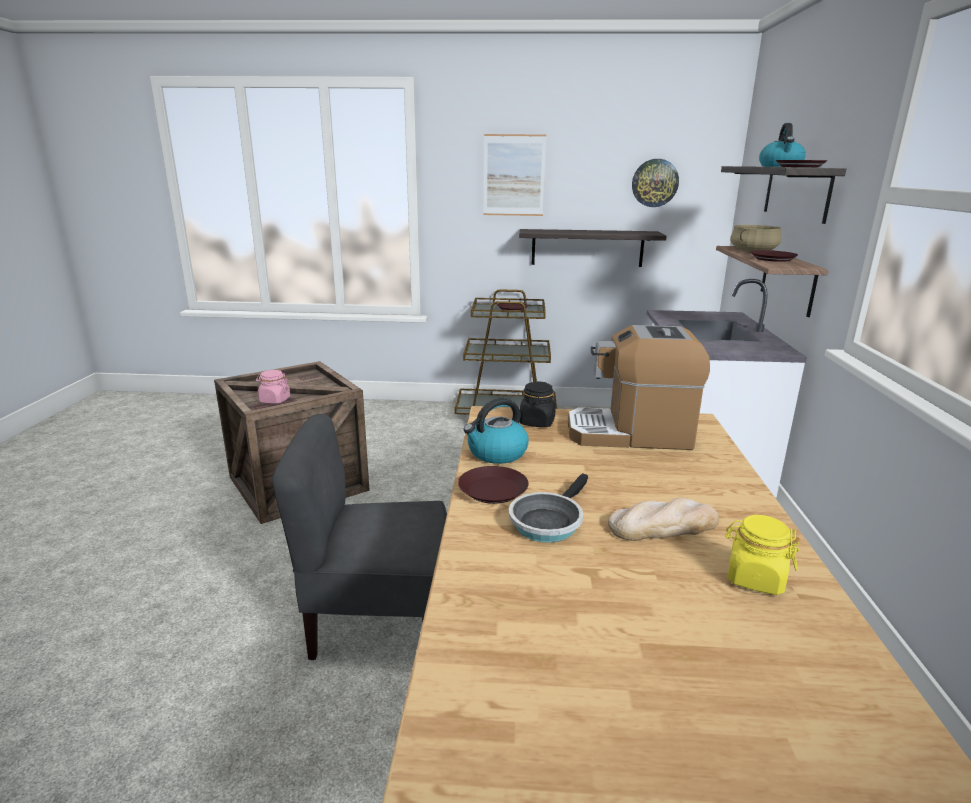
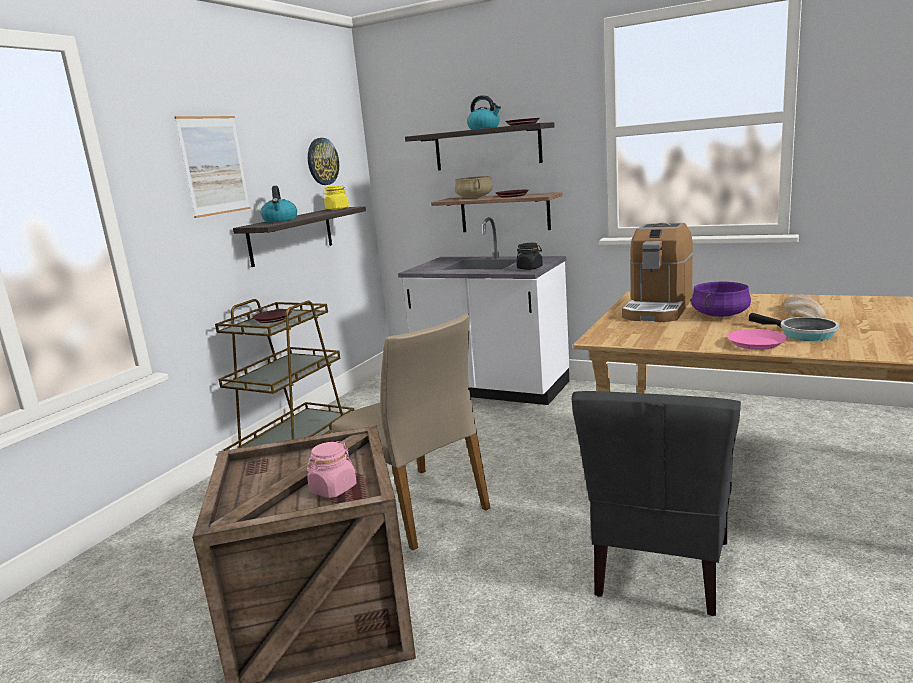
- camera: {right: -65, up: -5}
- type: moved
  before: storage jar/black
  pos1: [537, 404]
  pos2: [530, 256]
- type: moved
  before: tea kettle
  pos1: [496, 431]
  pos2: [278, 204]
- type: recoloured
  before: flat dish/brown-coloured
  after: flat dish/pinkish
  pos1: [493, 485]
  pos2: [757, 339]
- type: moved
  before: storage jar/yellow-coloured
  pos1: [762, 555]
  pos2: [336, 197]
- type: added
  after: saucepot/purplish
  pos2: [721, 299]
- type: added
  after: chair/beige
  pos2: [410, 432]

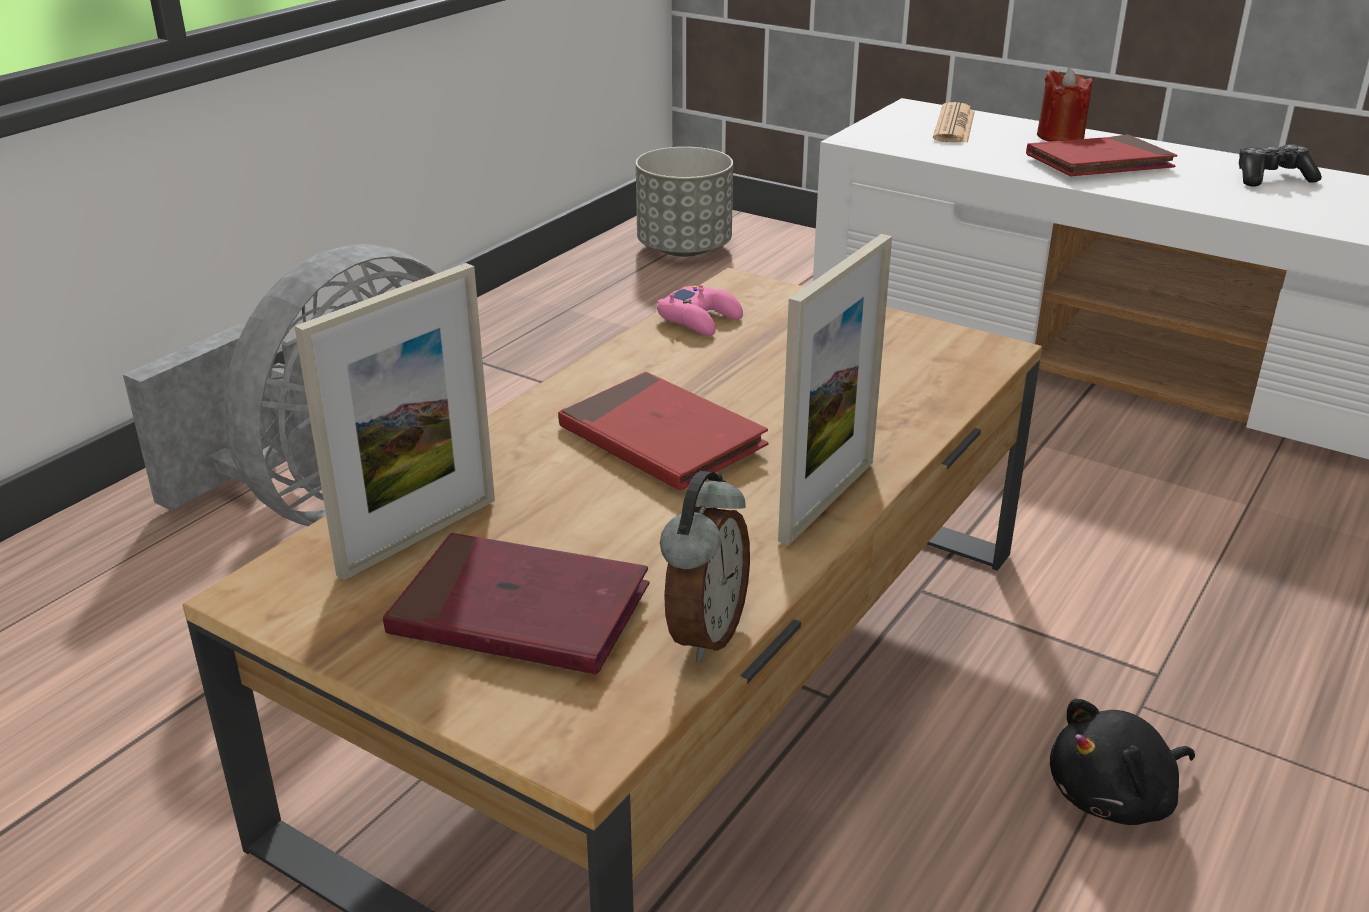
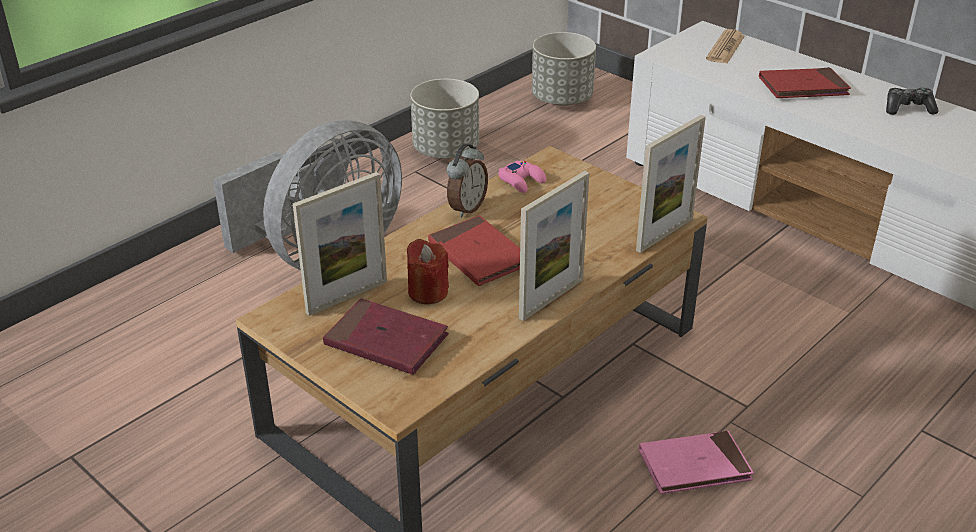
- camera: {right: 10, up: 5}
- type: moved
  before: candle/red-coloured
  pos1: [1064, 105]
  pos2: [428, 271]
- type: moved
  before: table clock
  pos1: [705, 566]
  pos2: [467, 180]
- type: replaced
  before: soft toy/black
  after: bound book/pinkish
  pos1: [1122, 762]
  pos2: [696, 462]
- type: added
  after: flower pot/greyish
  pos2: [444, 118]
- type: added
  after: photo frame
  pos2: [671, 184]

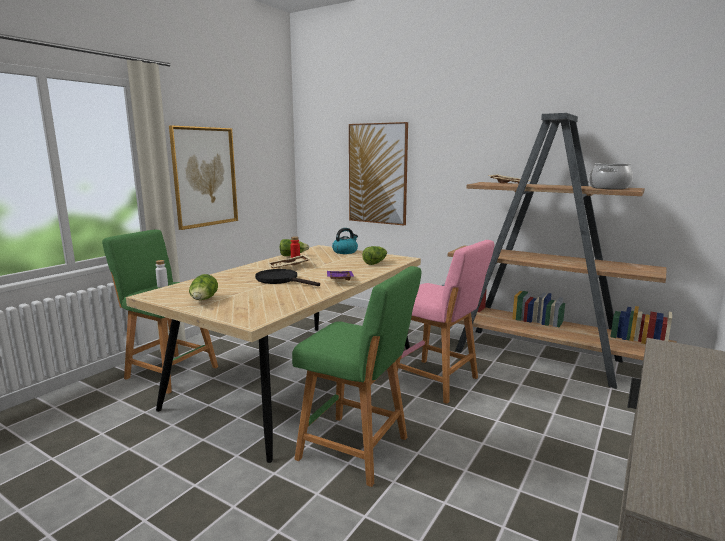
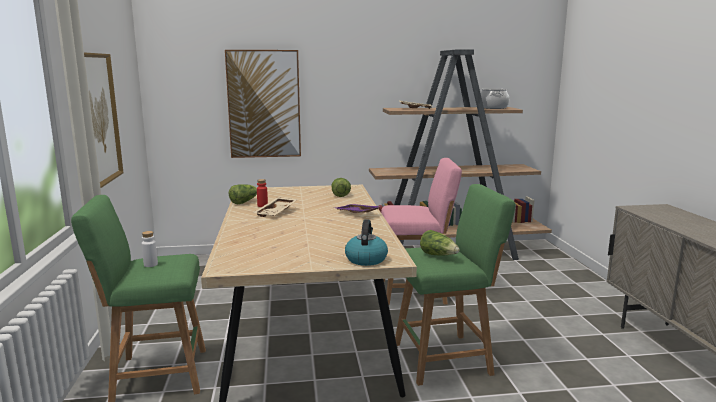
- camera: {right: -40, up: 0}
- type: moved
  before: tea kettle
  pos1: [345, 241]
  pos2: [366, 242]
- type: removed
  before: frying pan/black
  pos1: [287, 277]
- type: moved
  before: head of lettuce
  pos1: [203, 287]
  pos2: [440, 243]

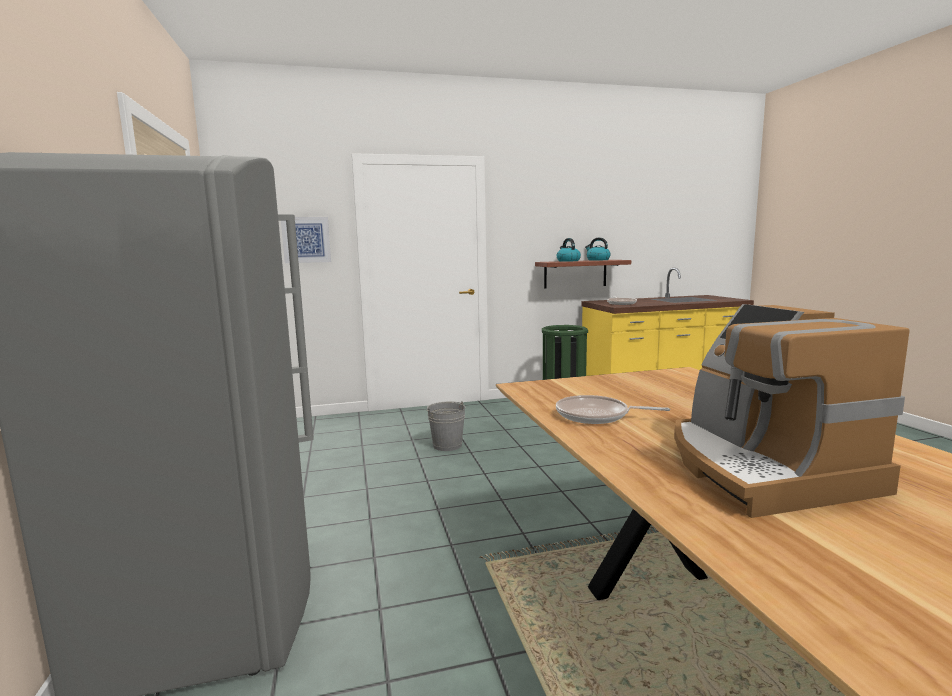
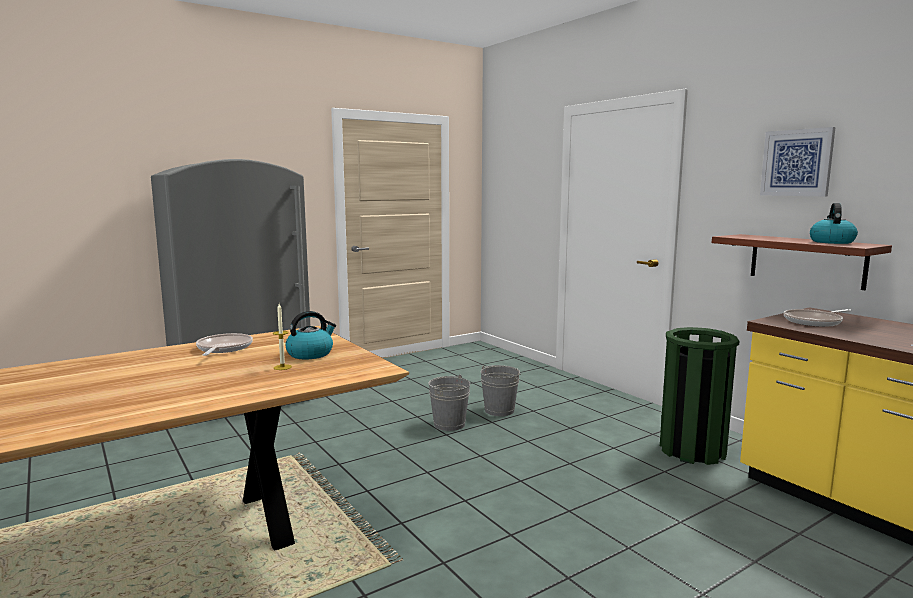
- camera: {right: 70, up: 0}
- type: moved
  before: wall picture
  pos1: [306, 240]
  pos2: [798, 161]
- type: moved
  before: tea kettle
  pos1: [569, 250]
  pos2: [310, 335]
- type: removed
  before: coffee brewer
  pos1: [792, 411]
- type: added
  after: candle
  pos2: [282, 337]
- type: added
  after: bucket/greyish
  pos2: [449, 403]

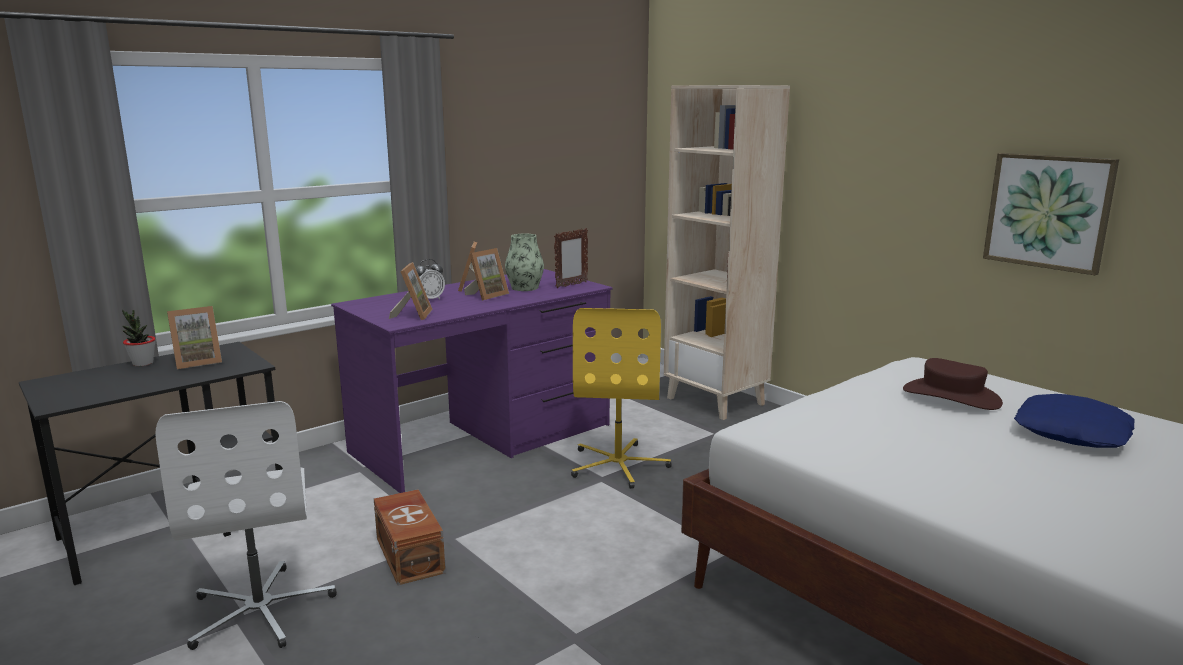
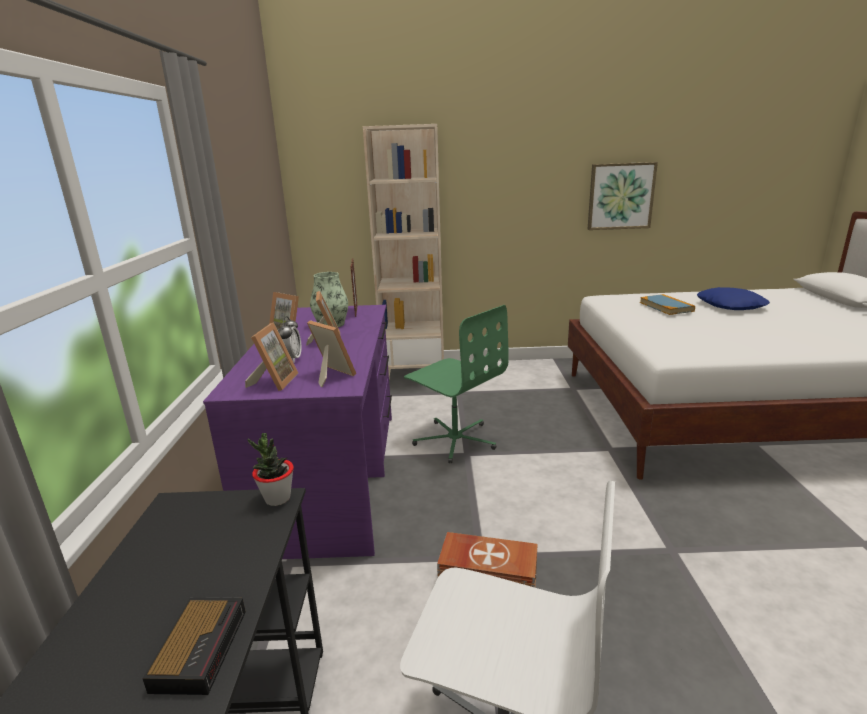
- camera: {right: -50, up: 5}
- type: moved
  before: photo frame
  pos1: [194, 337]
  pos2: [271, 356]
- type: recoloured
  before: desk chair/yellow-coloured
  after: desk chair/green-coloured
  pos1: [621, 398]
  pos2: [456, 384]
- type: moved
  before: houseplant
  pos1: [139, 338]
  pos2: [270, 469]
- type: replaced
  before: wearable hat/brown-coloured
  after: bound book
  pos1: [953, 384]
  pos2: [667, 304]
- type: added
  after: table clock
  pos2: [194, 646]

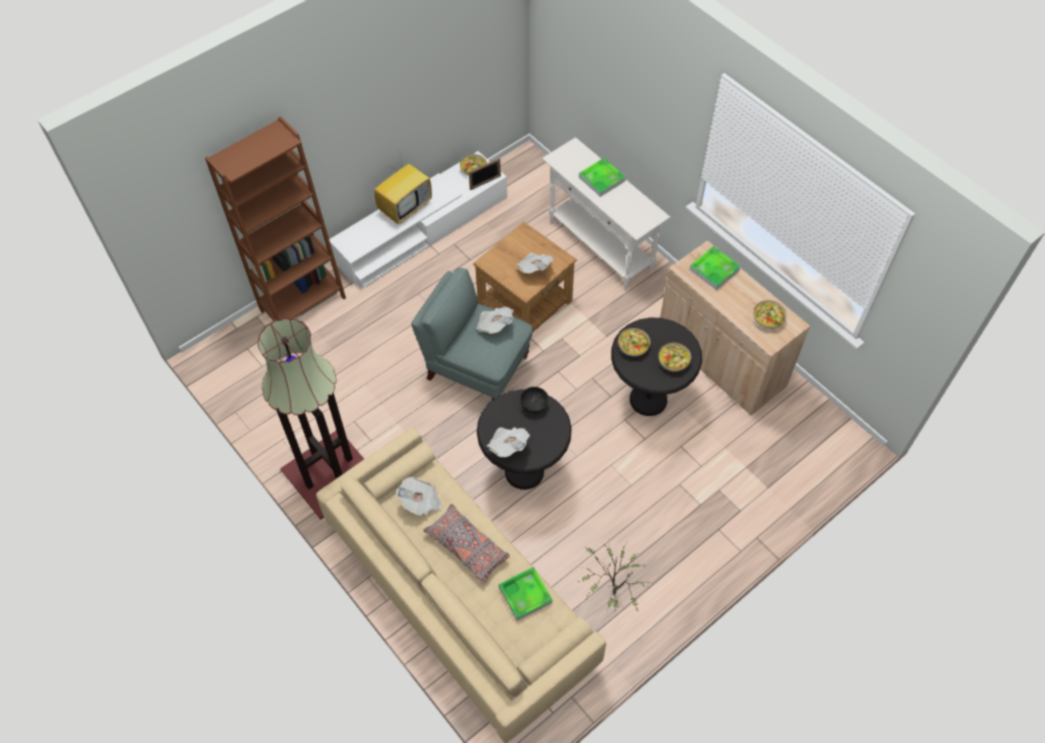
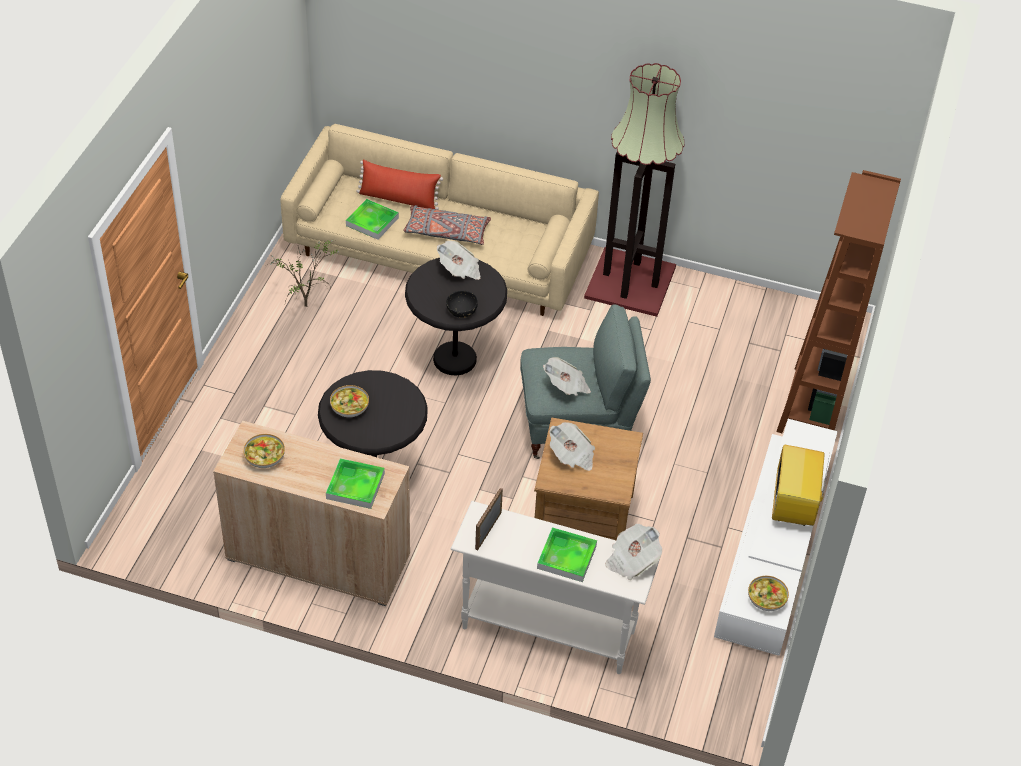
- camera: {right: 145, up: -10}
- type: moved
  before: photo frame
  pos1: [485, 174]
  pos2: [489, 519]
- type: removed
  before: deep dish
  pos1: [634, 342]
- type: moved
  before: printed paper
  pos1: [419, 496]
  pos2: [633, 552]
- type: added
  after: pillow/red-coloured
  pos2: [399, 184]

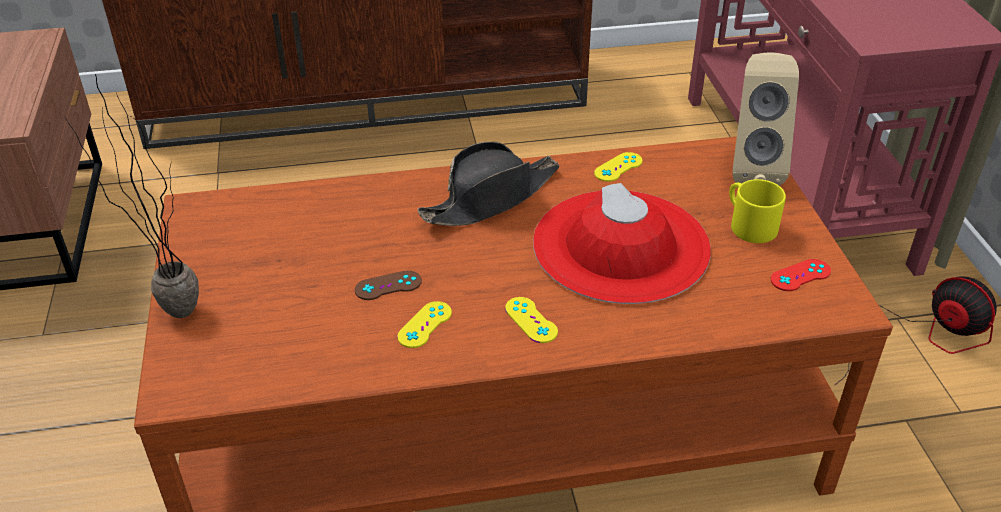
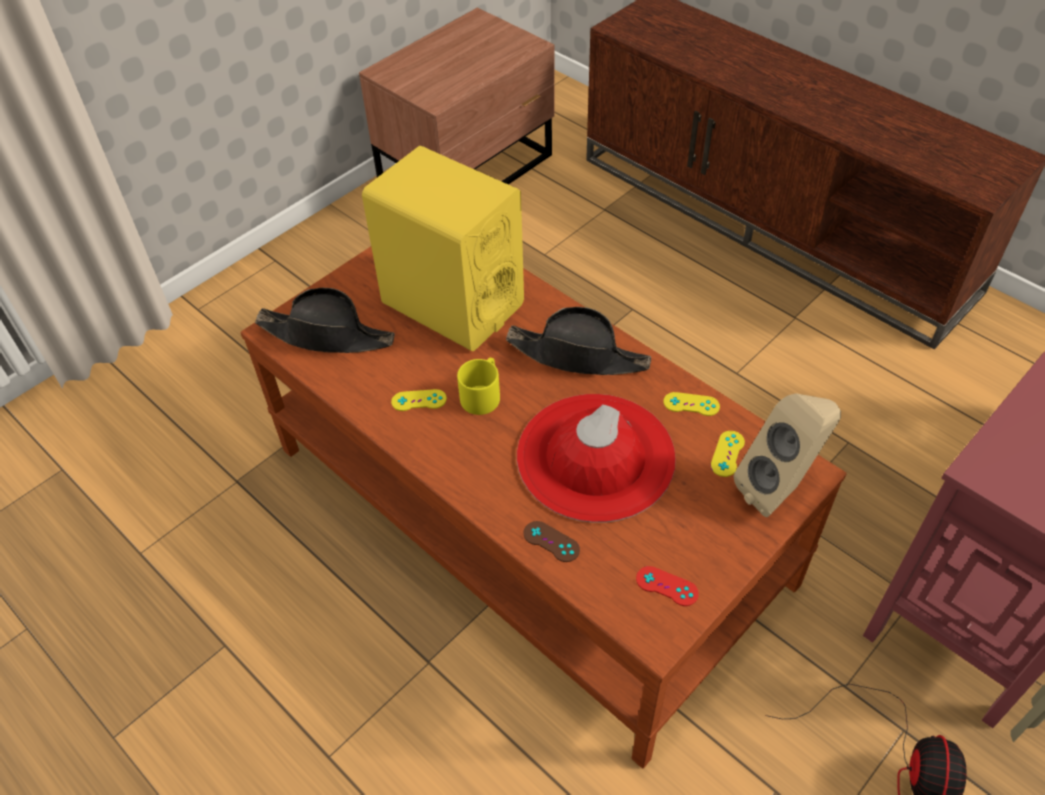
- camera: {right: 55, up: 10}
- type: removed
  before: houseplant
  pos1: [131, 196]
- type: moved
  before: tea mug/yellow-coloured
  pos1: [757, 211]
  pos2: [478, 386]
- type: moved
  before: gamepad/brown-coloured
  pos1: [388, 285]
  pos2: [552, 541]
- type: moved
  before: gamepad/yellow-coloured
  pos1: [531, 320]
  pos2: [728, 454]
- type: added
  after: loudspeaker/yellow-coloured
  pos2: [443, 248]
- type: added
  after: wearable hat/black
  pos2: [325, 320]

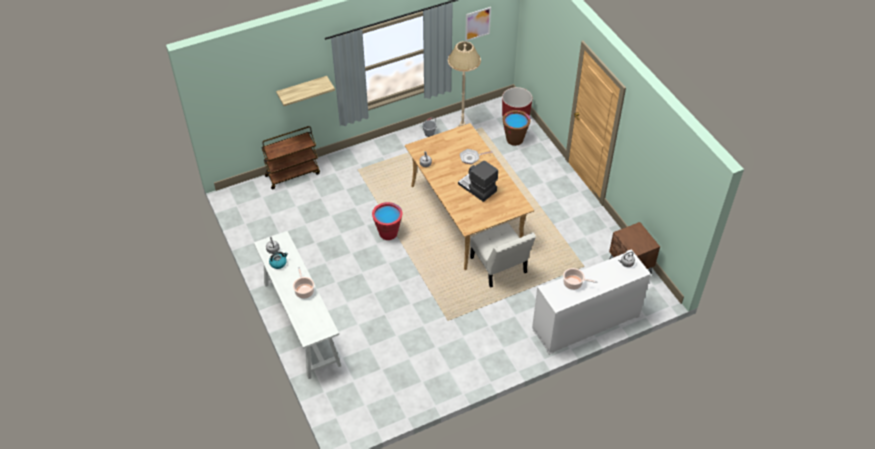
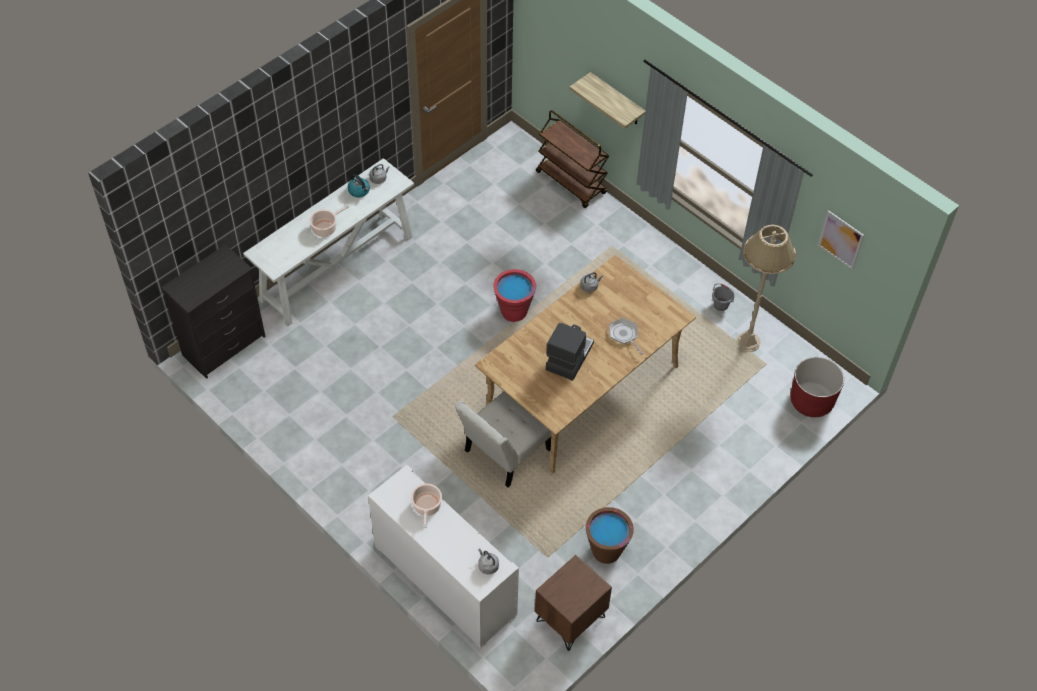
- camera: {right: 70, up: 5}
- type: moved
  before: bucket/brown-coloured
  pos1: [517, 128]
  pos2: [610, 535]
- type: added
  after: chest of drawers/black
  pos2: [213, 312]

